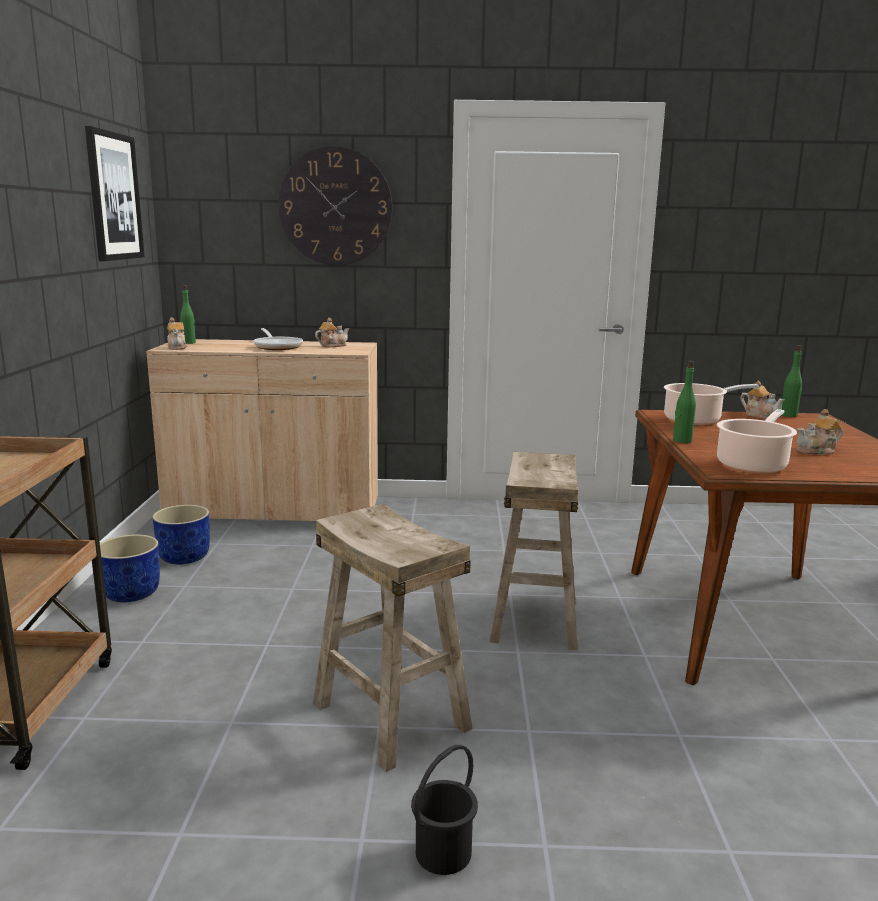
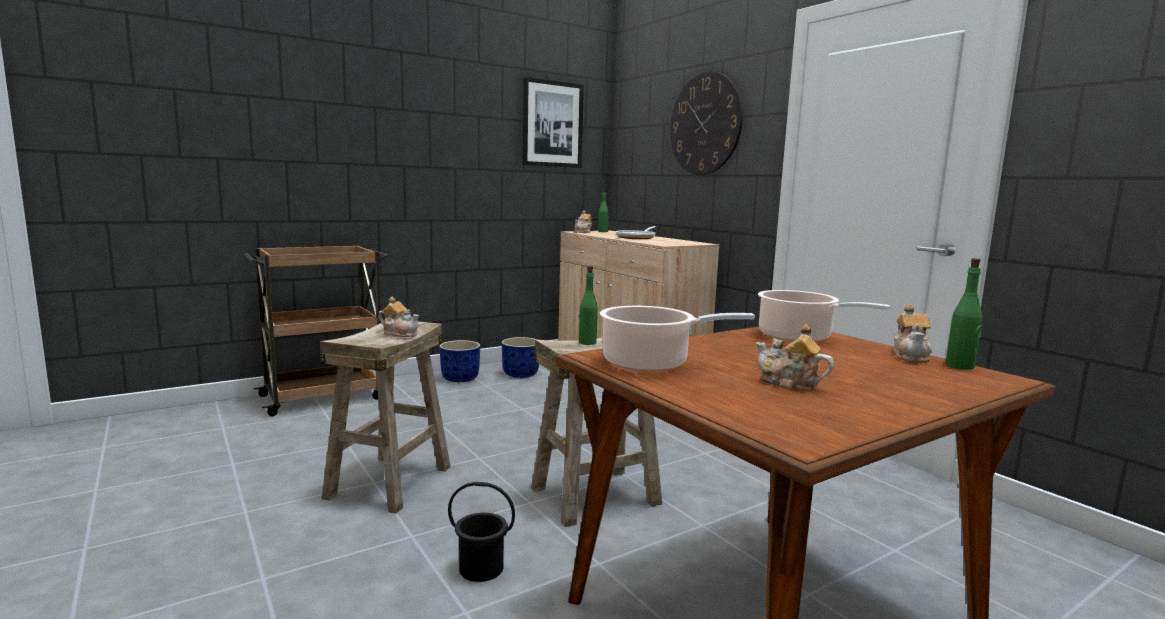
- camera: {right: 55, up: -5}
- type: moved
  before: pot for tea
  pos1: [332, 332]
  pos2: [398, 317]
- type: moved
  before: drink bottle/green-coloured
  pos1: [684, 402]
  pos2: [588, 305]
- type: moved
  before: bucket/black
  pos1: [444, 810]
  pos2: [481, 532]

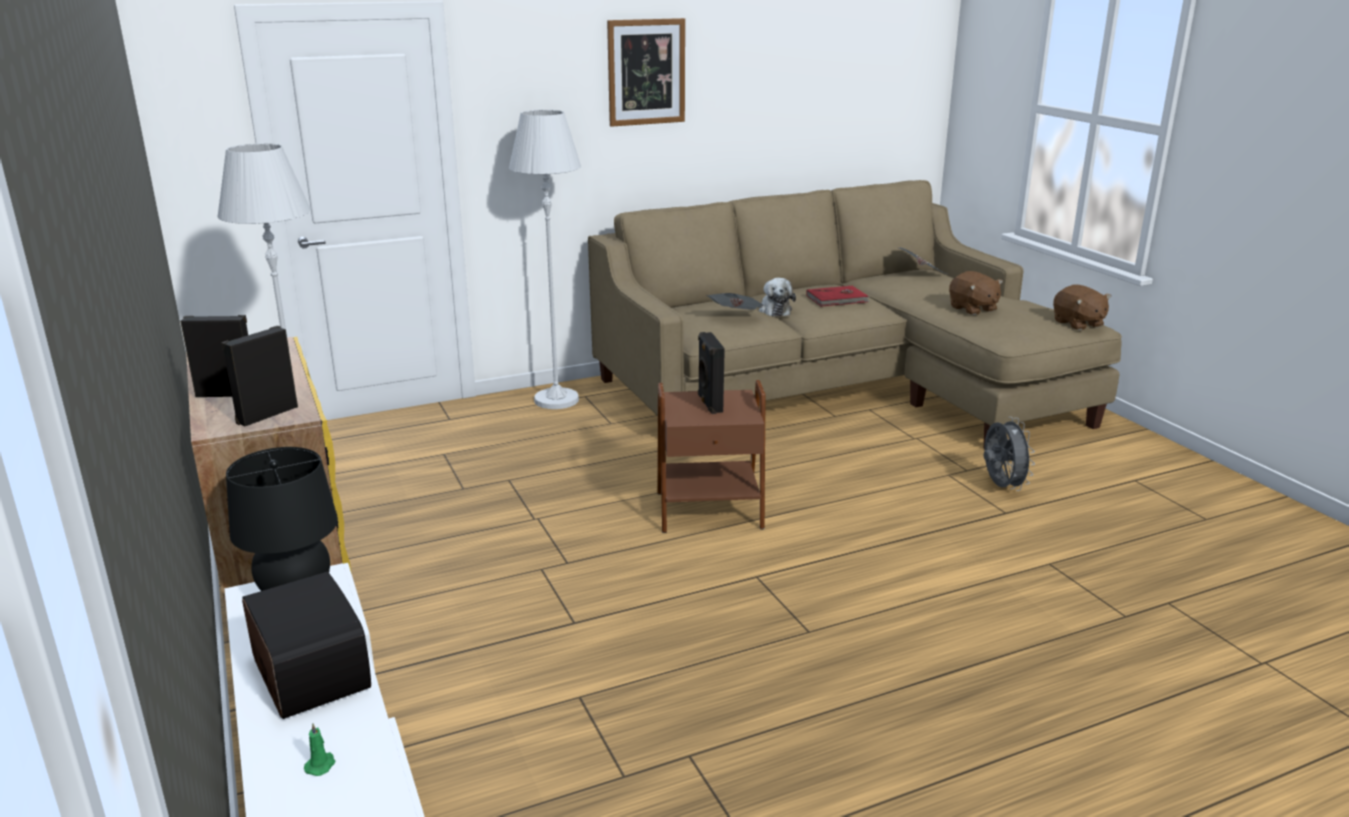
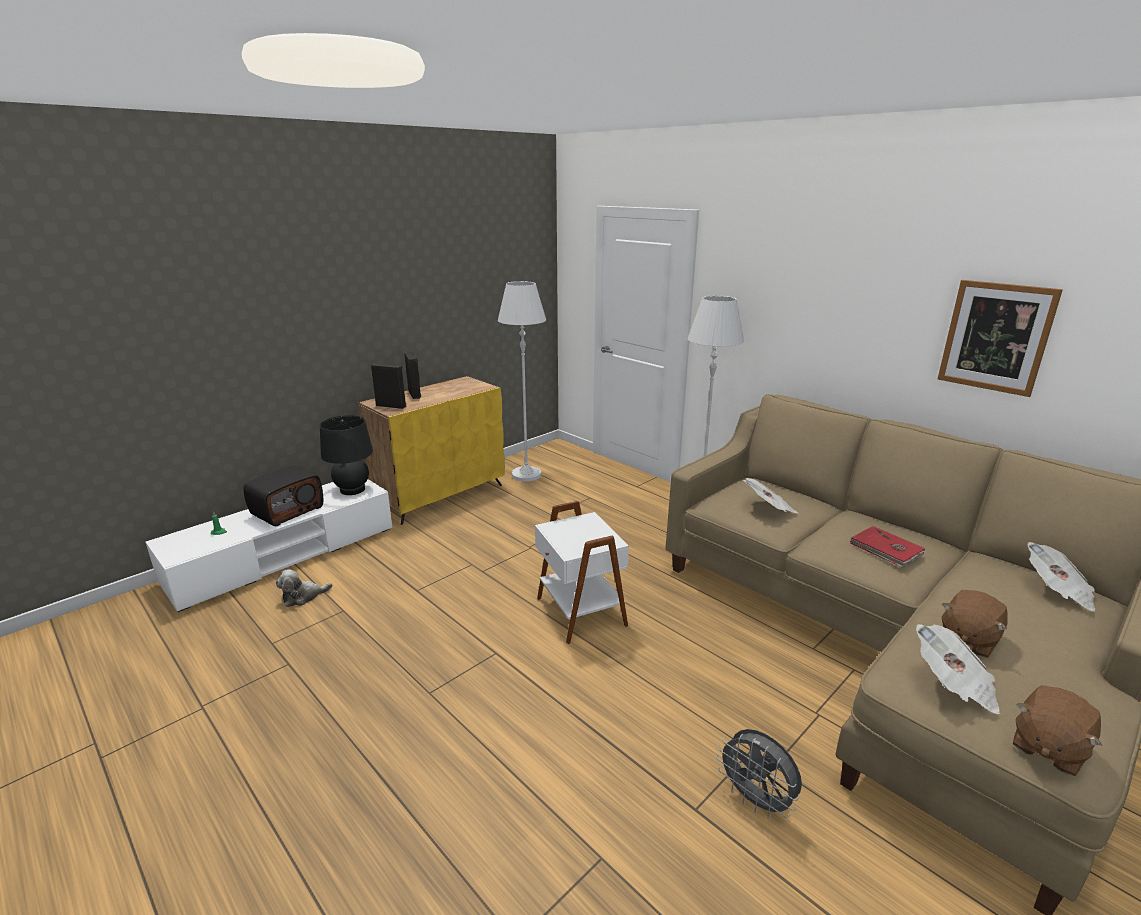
- camera: {right: 70, up: 0}
- type: moved
  before: wall picture
  pos1: [646, 72]
  pos2: [1000, 338]
- type: moved
  before: soft toy
  pos1: [777, 297]
  pos2: [304, 588]
- type: removed
  before: loudspeaker/black
  pos1: [711, 373]
- type: recoloured
  before: accent table/brown-coloured
  after: accent table/white
  pos1: [711, 456]
  pos2: [582, 572]
- type: turned
  before: electric fan/greyish
  pos1: [1009, 454]
  pos2: [759, 773]
  turn: 75
- type: added
  after: printed paper
  pos2: [958, 669]

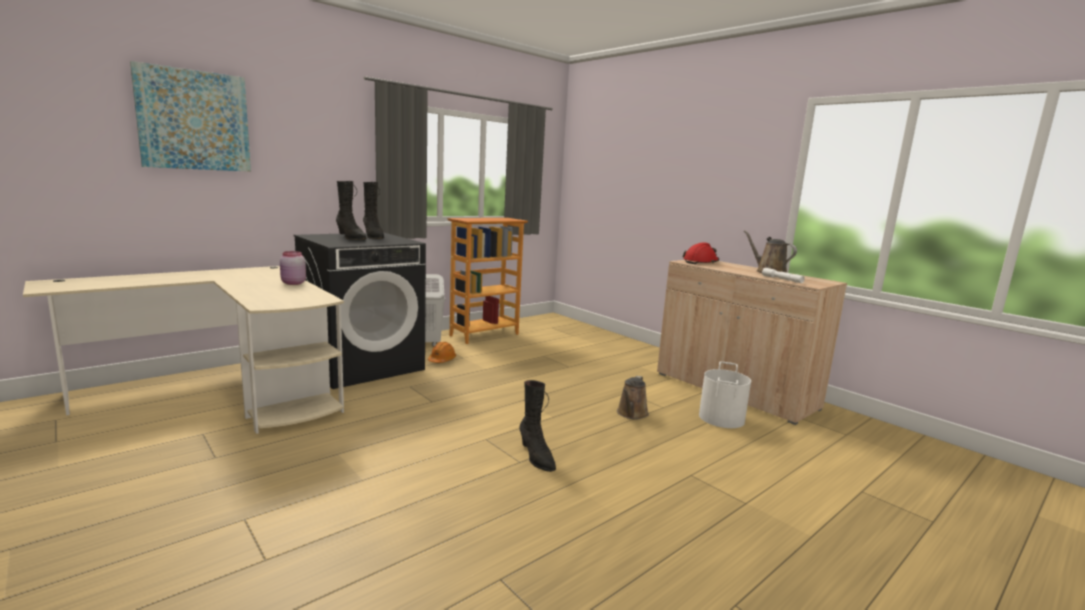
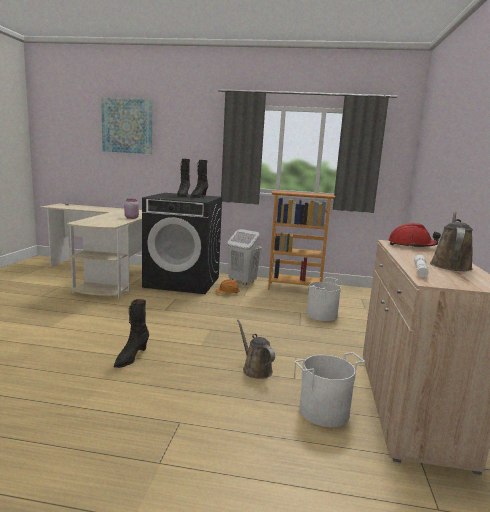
- camera: {right: 50, up: 0}
- type: turned
  before: watering can/brown-coloured
  pos1: [633, 397]
  pos2: [256, 349]
  turn: 75
- type: added
  after: bucket/white
  pos2: [324, 299]

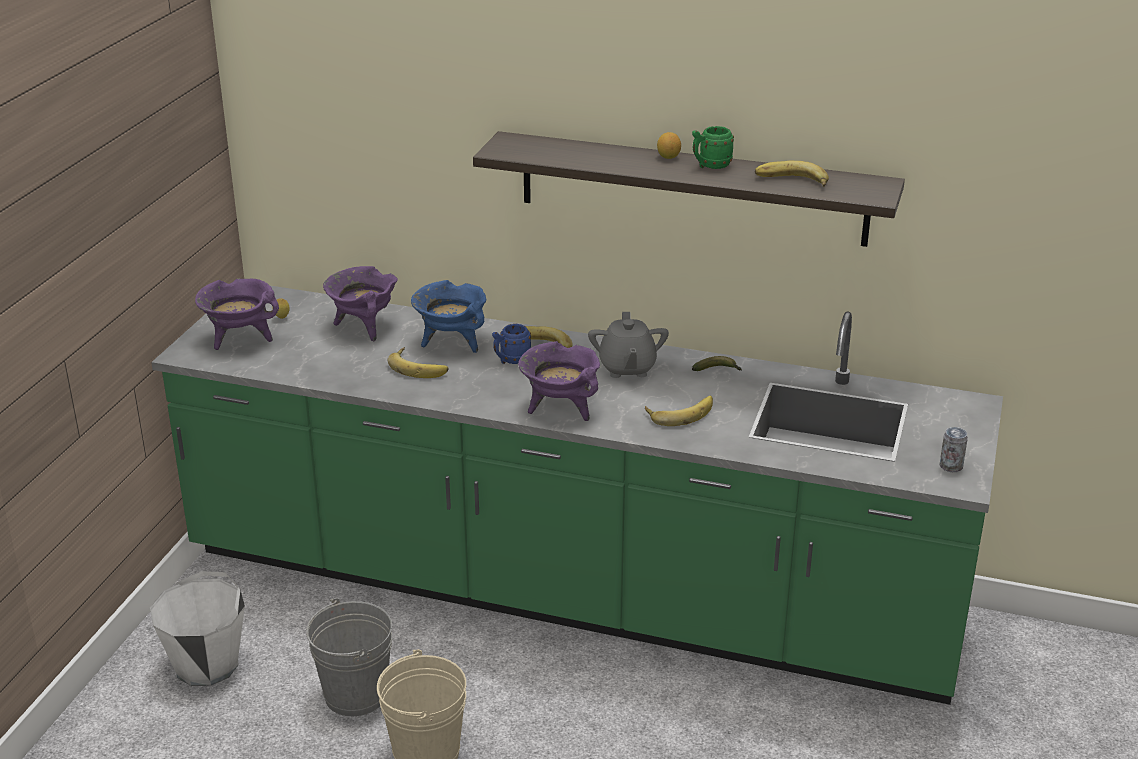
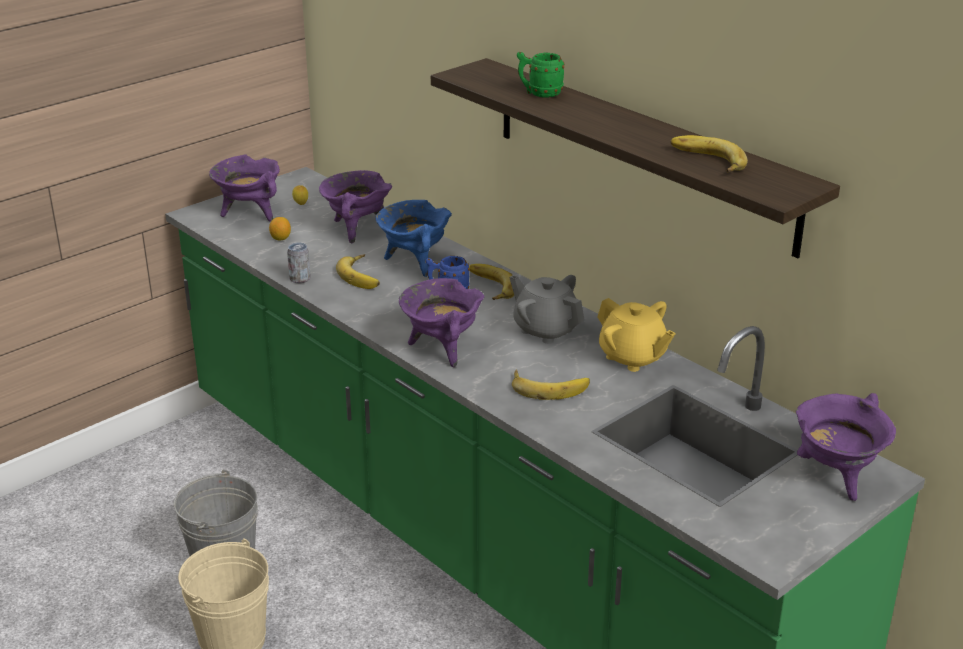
- camera: {right: 30, up: 0}
- type: moved
  before: tea mug/green-coloured
  pos1: [713, 147]
  pos2: [540, 74]
- type: moved
  before: citrus fruit
  pos1: [669, 145]
  pos2: [280, 229]
- type: turned
  before: pot for tea/greyish
  pos1: [628, 345]
  pos2: [547, 309]
  turn: 105
- type: replaced
  before: whole banana
  after: pot for tea/yellow-coloured
  pos1: [717, 363]
  pos2: [637, 335]
- type: moved
  before: can
  pos1: [953, 449]
  pos2: [299, 262]
- type: removed
  before: bucket/white
  pos1: [197, 628]
- type: added
  after: saucepot/purplish
  pos2: [846, 447]

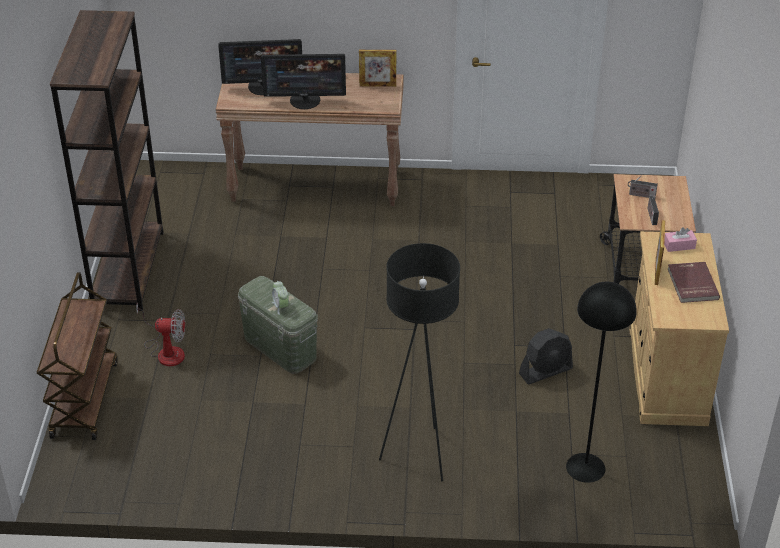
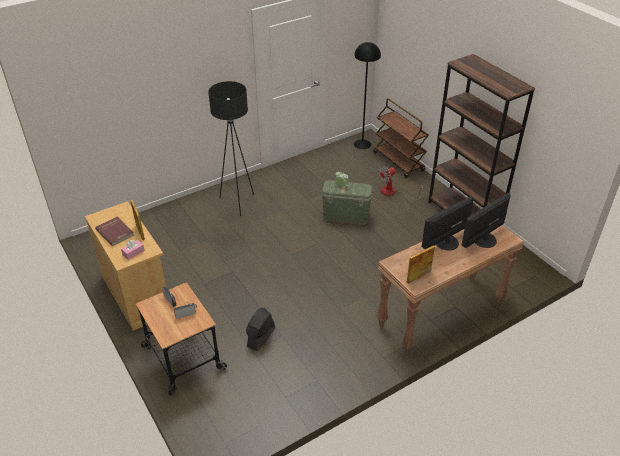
- camera: {right: 145, up: 0}
- type: moved
  before: floor lamp/black
  pos1: [601, 382]
  pos2: [367, 95]
- type: moved
  before: electric fan/black
  pos1: [546, 356]
  pos2: [260, 329]

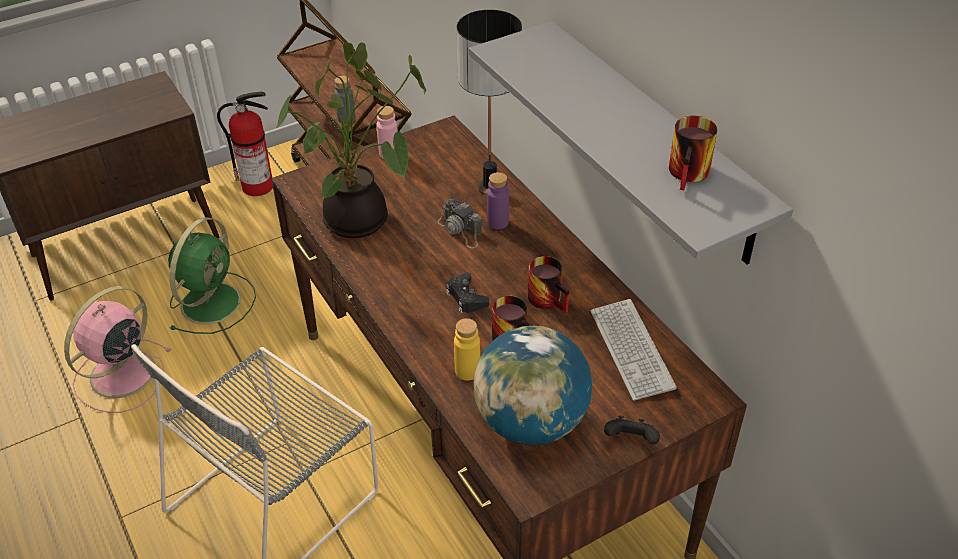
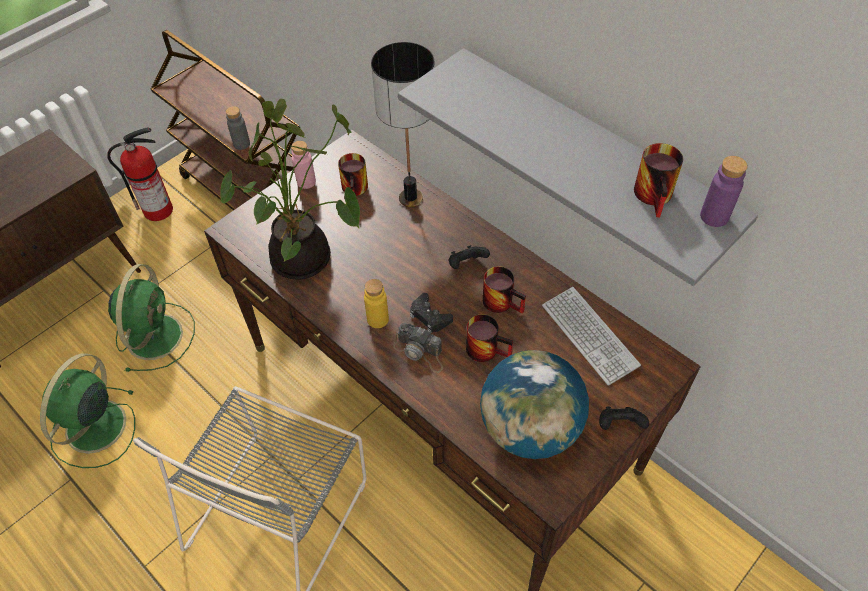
- camera: {right: -15, up: 10}
- type: moved
  before: drink bottle/purplish
  pos1: [498, 200]
  pos2: [724, 191]
- type: moved
  before: photo camera
  pos1: [460, 223]
  pos2: [418, 348]
- type: recoloured
  before: electric fan/pinkish
  after: electric fan/green-coloured
  pos1: [118, 349]
  pos2: [87, 410]
- type: moved
  before: drink bottle/yellow-coloured
  pos1: [467, 349]
  pos2: [376, 303]
- type: added
  after: tea mug
  pos2: [353, 174]
- type: added
  after: gamepad/black
  pos2: [469, 257]

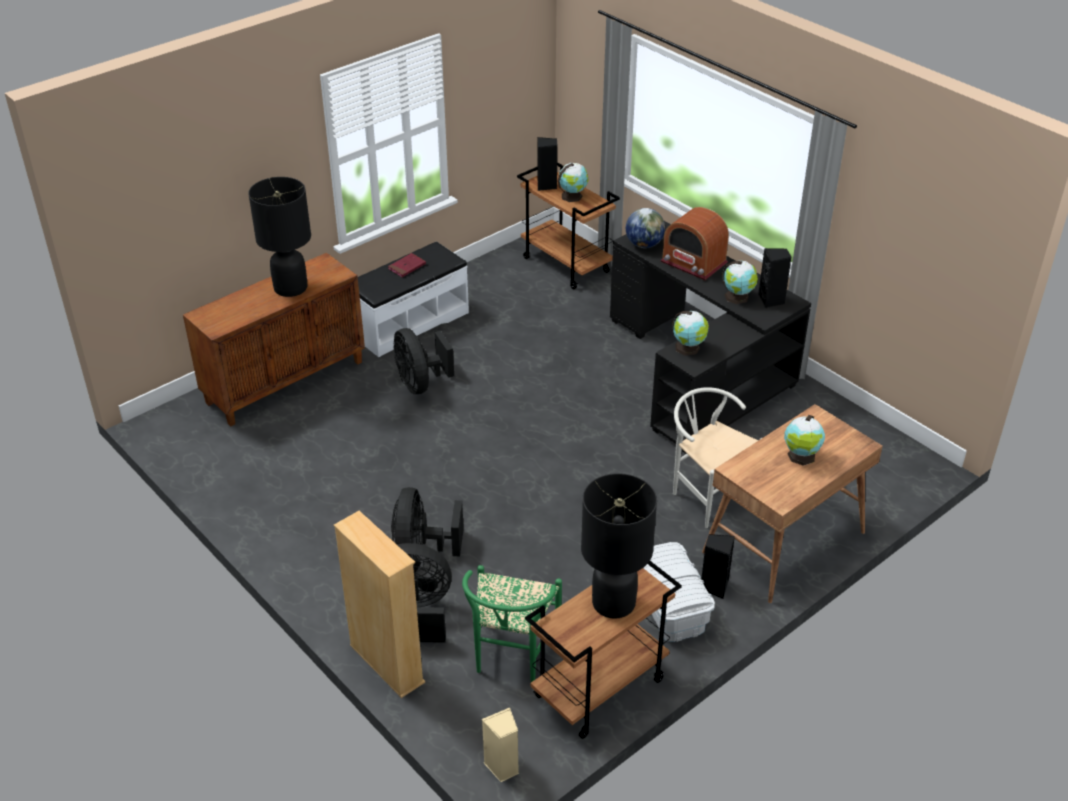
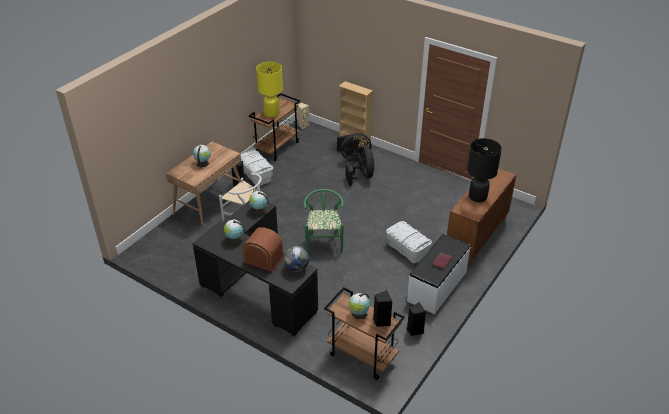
- camera: {right: 165, up: 0}
- type: moved
  before: loudspeaker/black
  pos1: [775, 278]
  pos2: [416, 319]
- type: replaced
  before: electric fan/black
  after: storage box/white
  pos1: [423, 361]
  pos2: [409, 242]
- type: recoloured
  before: tabletop lamp/black
  after: tabletop lamp/yellow-coloured
  pos1: [619, 546]
  pos2: [269, 89]
- type: moved
  before: chair/green-coloured
  pos1: [512, 623]
  pos2: [324, 221]

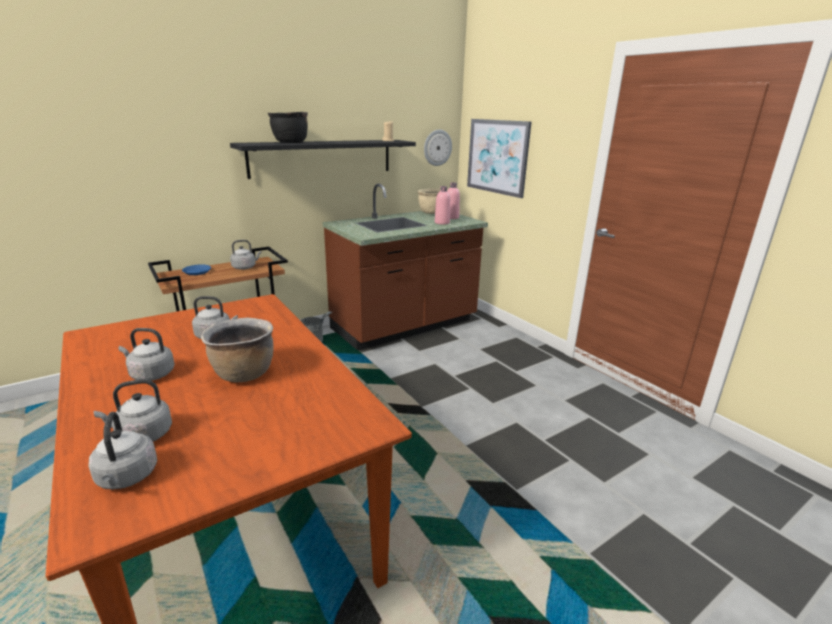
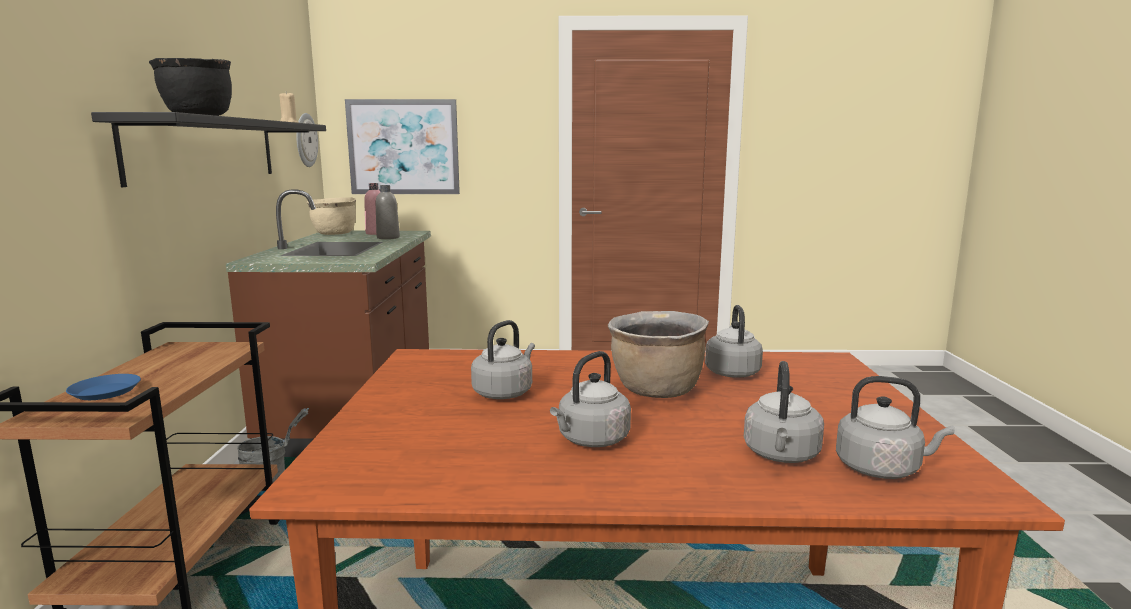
- camera: {right: -55, up: -10}
- type: recoloured
  before: drink bottle/pinkish
  after: drink bottle/greyish
  pos1: [442, 205]
  pos2: [388, 212]
- type: moved
  before: tea kettle/greyish
  pos1: [246, 255]
  pos2: [734, 341]

